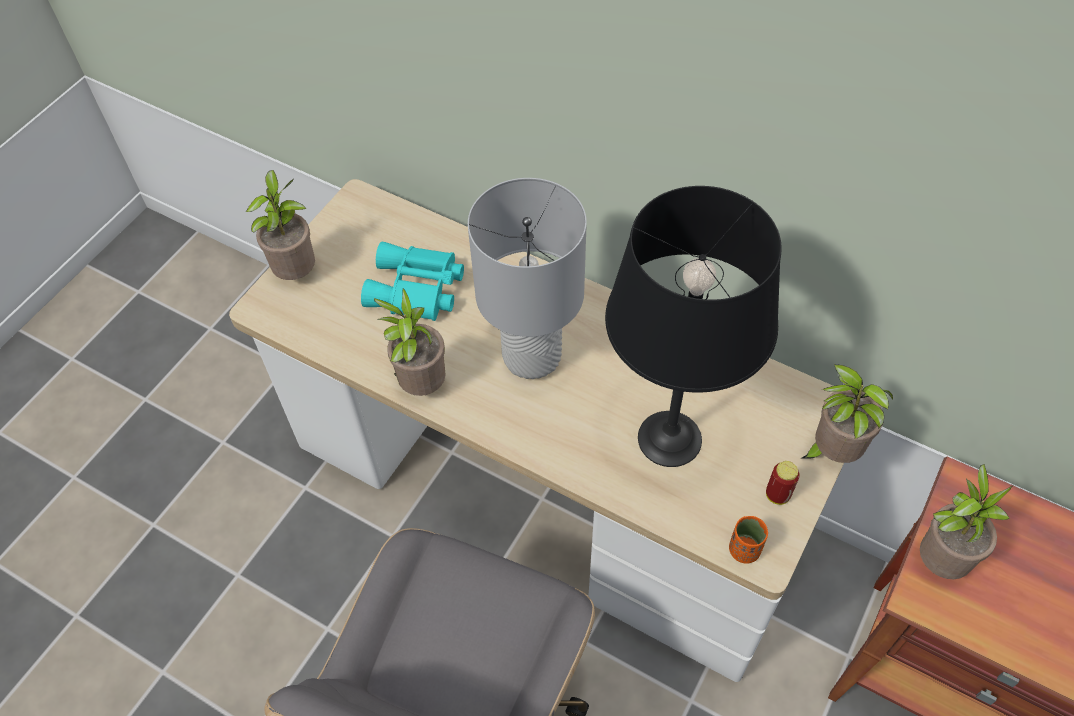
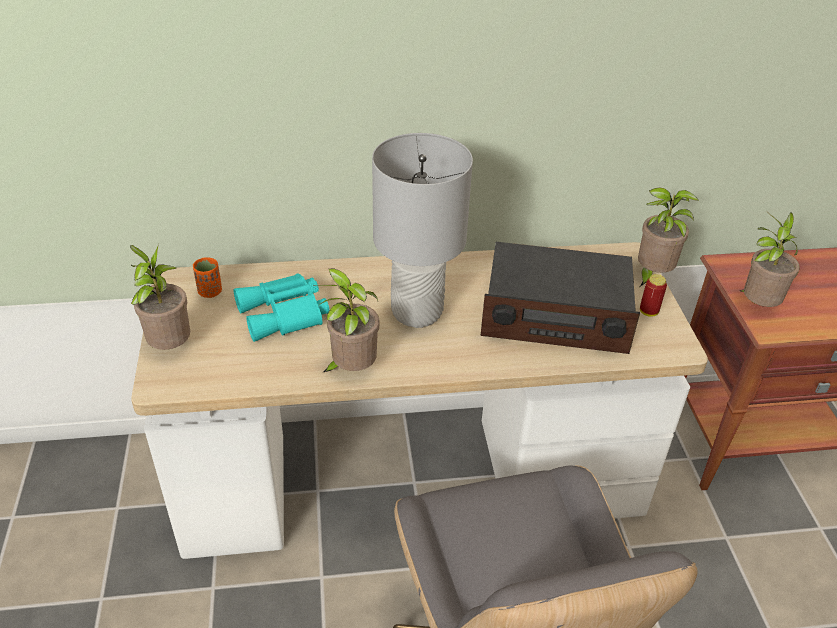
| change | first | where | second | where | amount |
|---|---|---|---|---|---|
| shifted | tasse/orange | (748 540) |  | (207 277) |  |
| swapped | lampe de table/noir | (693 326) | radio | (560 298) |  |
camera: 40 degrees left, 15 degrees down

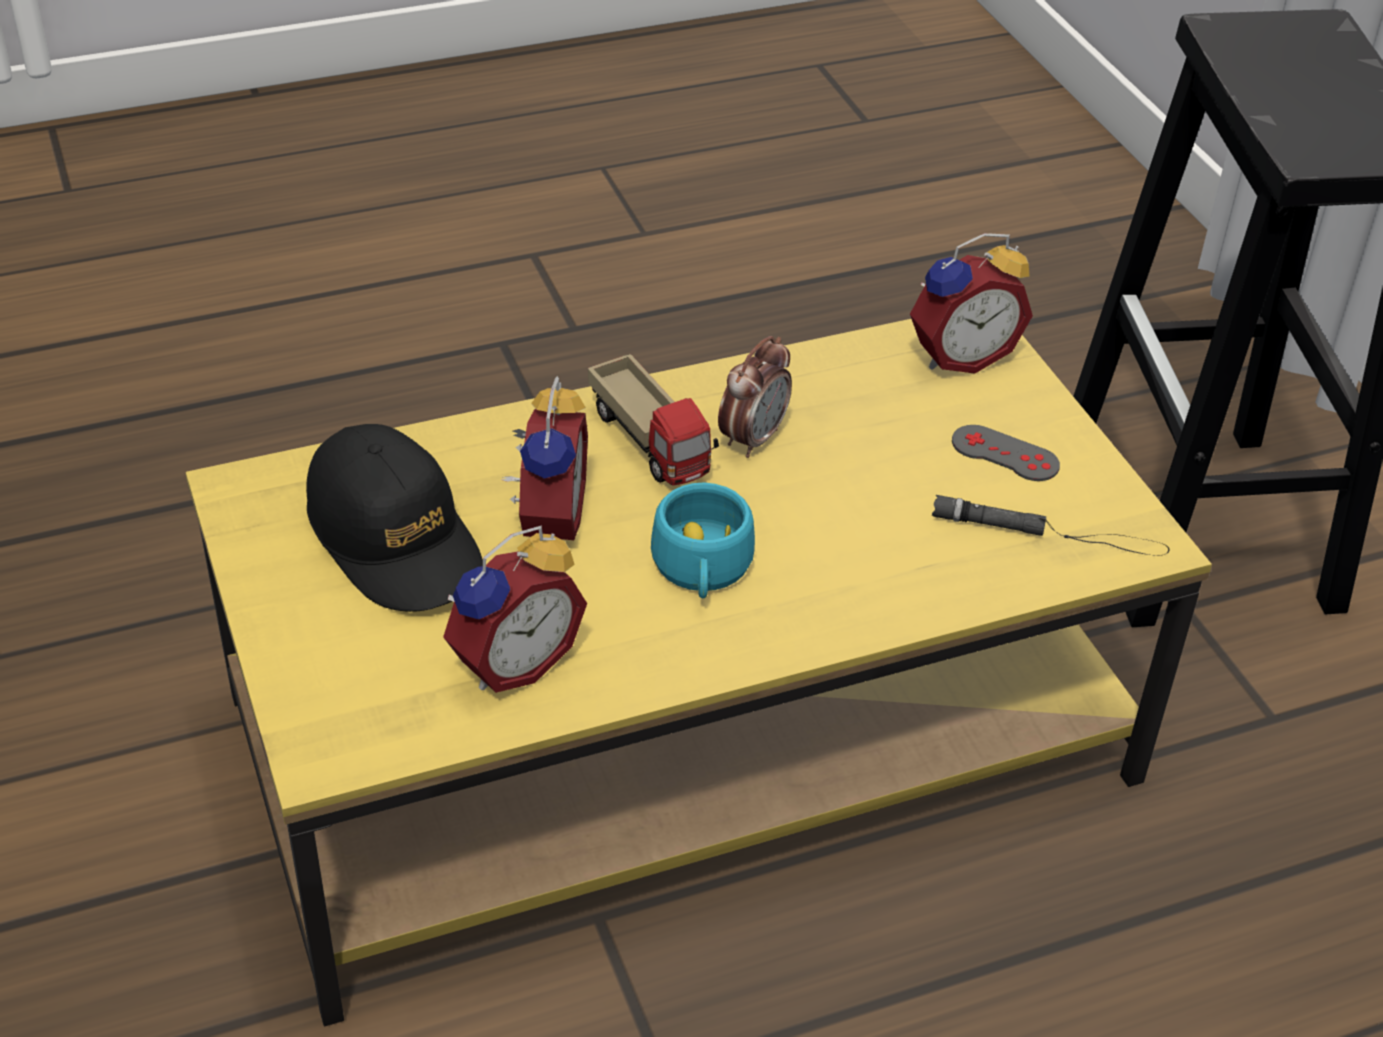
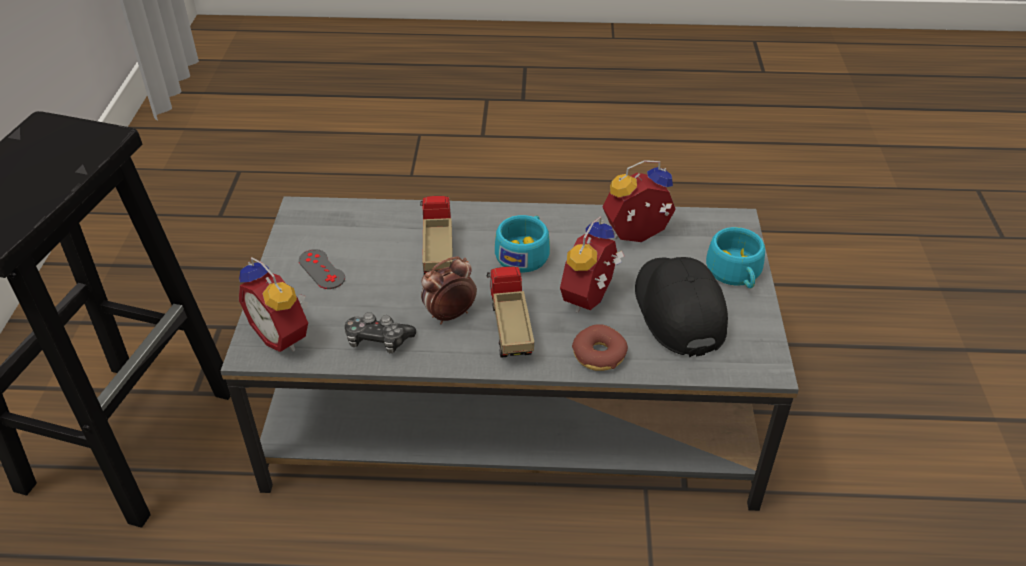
| change | first | where | second | where | amount |
|---|---|---|---|---|---|
| gone | lampe de poche/noir | (1050 525) |  |  |  |
| new |  |  | manette | (380 332) |  |
| new |  |  | camion jouet | (436 235) |  |
| new |  |  | beignet | (600 347) |  |
| new |  |  | tasse/turquoise | (735 258) |  |
| repainted | table basse/jaune | (699 673) | table basse/gris | (509 353) |  |
| rotated | réveil | (971 303) |  | (273 304) | 135 degrees counterclockwise |
camera: 155 degrees left, 0 degrees up

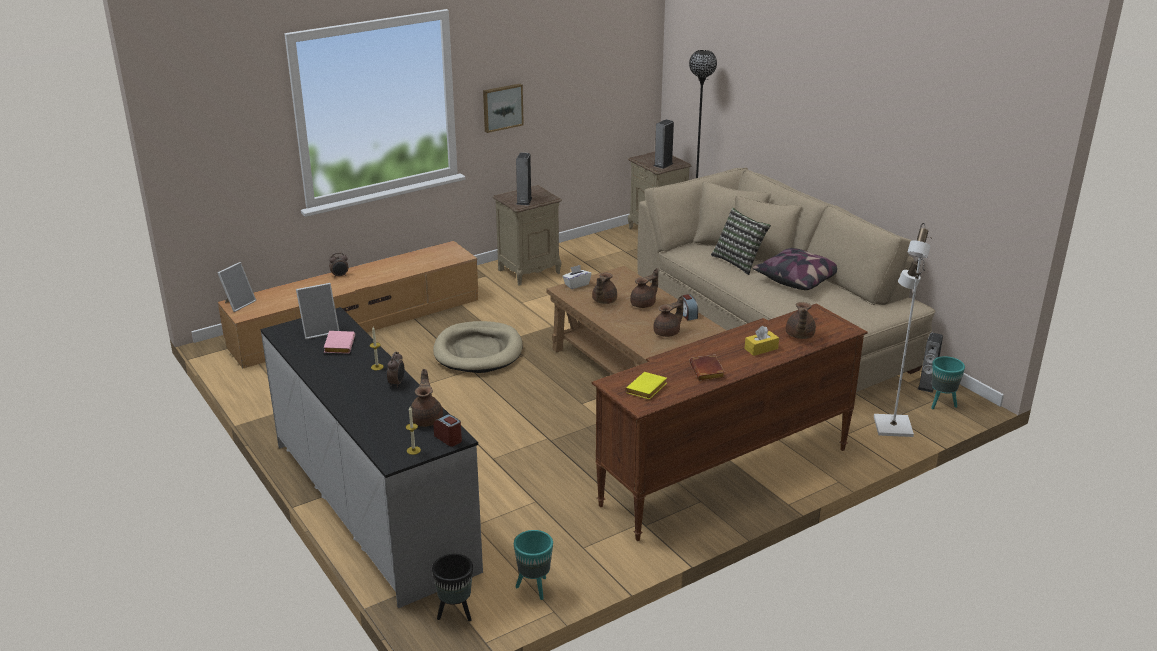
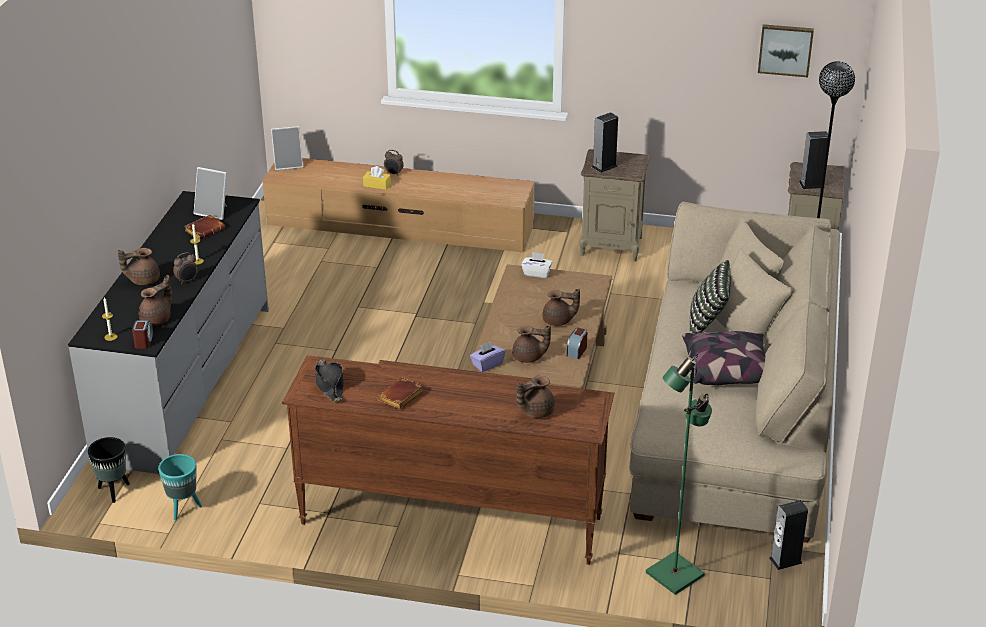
| change | first | where | second | where | amount |
|---|---|---|---|---|---|
| gone | panier pour chien/beige | (478 347) |  |  |  |
| gone | cache-pot/turquoise | (948 382) |  |  |  |
| new |  |  | boîte à mouchoirs/violet | (487 357) |  |
| shifted | tableau | (503 108) |  | (786 50) |  |
| shifted | théière/marron | (604 288) |  | (139 266) |  |
| shifted | boîte à mouchoirs/jaune | (762 341) |  | (377 178) |  |
| swapped | livre/jaune | (646 385) | chapeau/noir | (329 380) |  |
| repainted | livre/rose | (339 342) | livre/marron | (204 227) |  |
| repainted | lampadaire/blanc | (902 330) | lampadaire/vert | (679 474) |  |
camera: 45 degrees right, 5 degrees up

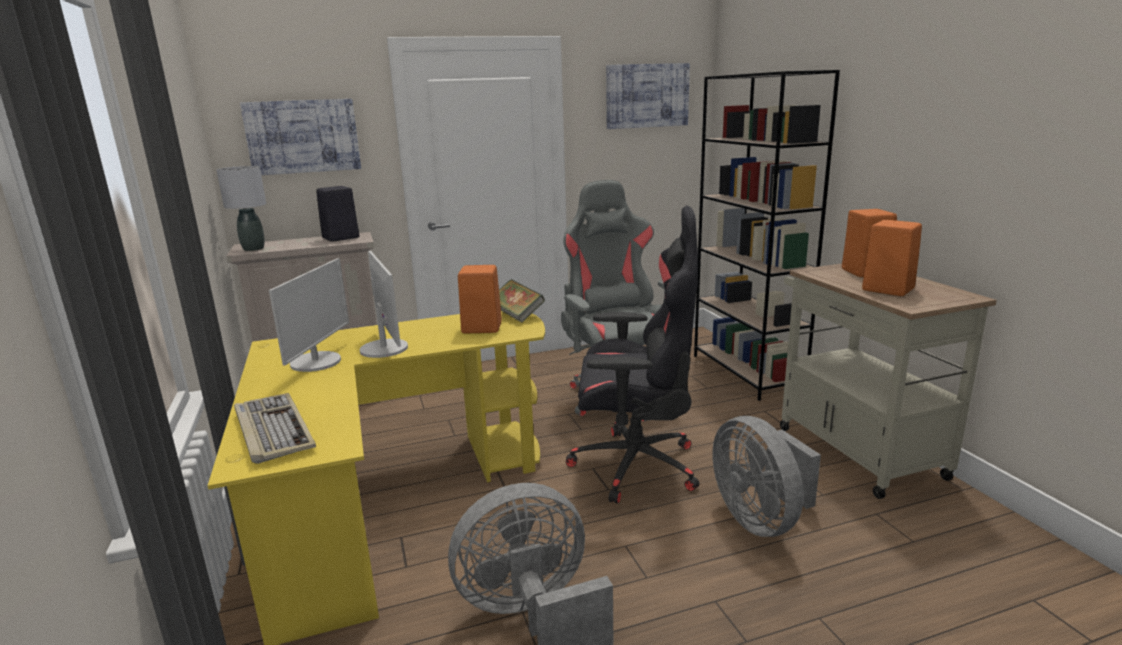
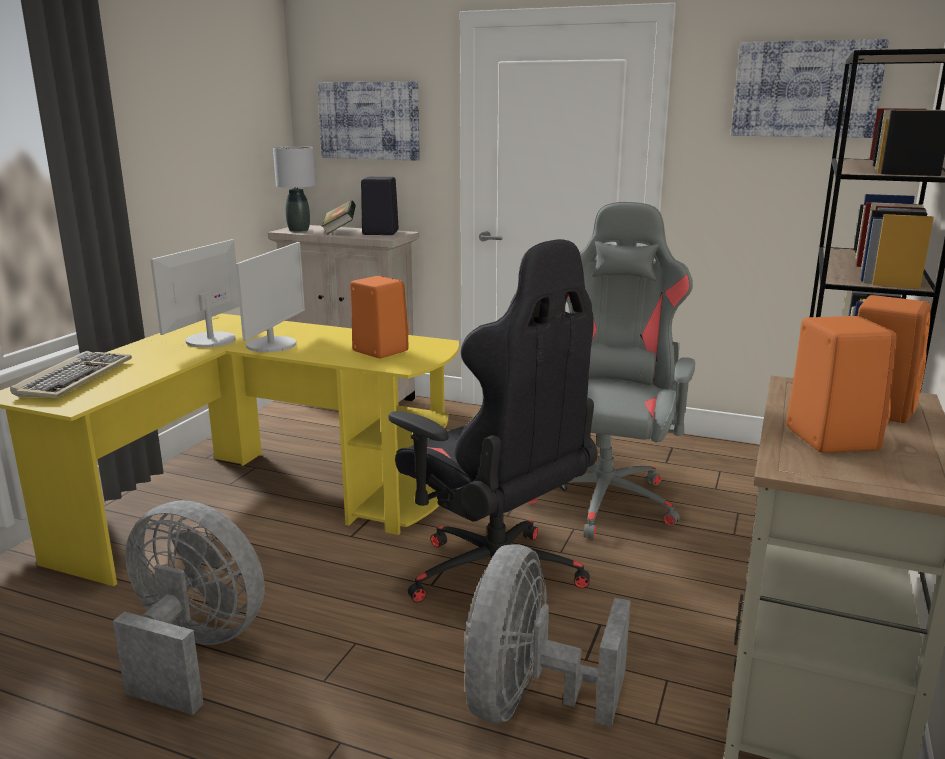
| change | first | where | second | where | amount |
|---|---|---|---|---|---|
| shifted | livre | (522 301) |  | (339 217) |  |
| rotated | écran d'ordinateur | (309 315) |  | (195 293) | 150 degrees clockwise |
camera: 40 degrees right, 0 degrees up

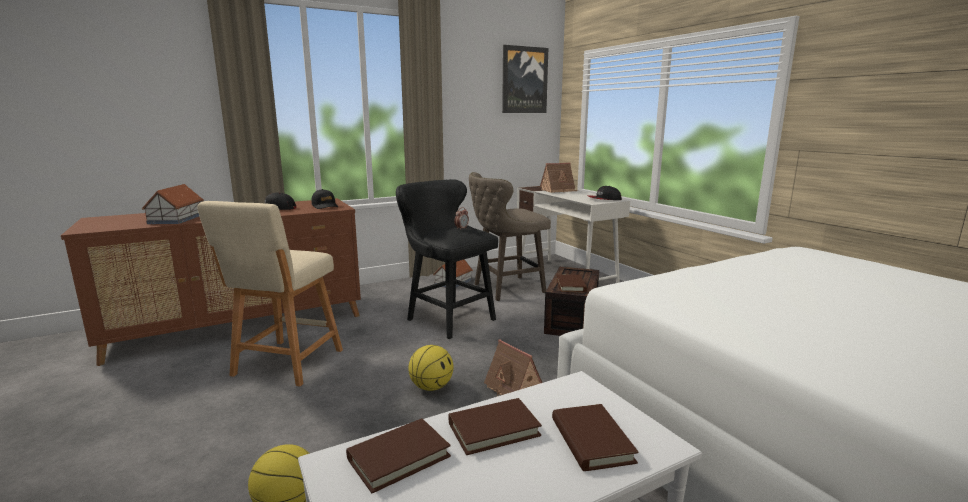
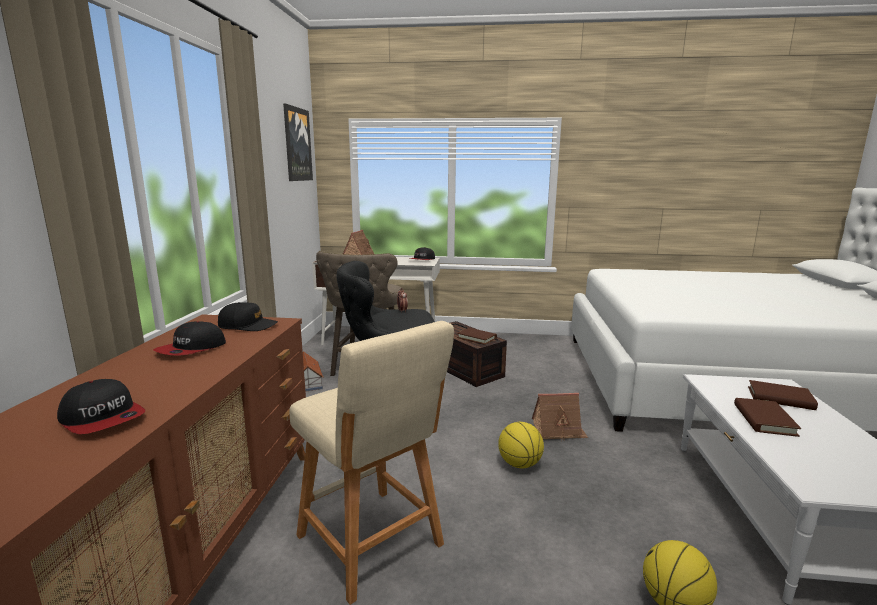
| change | first | where | second | where | amount |
|---|---|---|---|---|---|
| gone | livre/marron | (398 455) |  |  |  |
| swapped | maison miniature | (173 204) | casquette | (101 406) |  |
camera: 55 degrees left, 0 degrees up

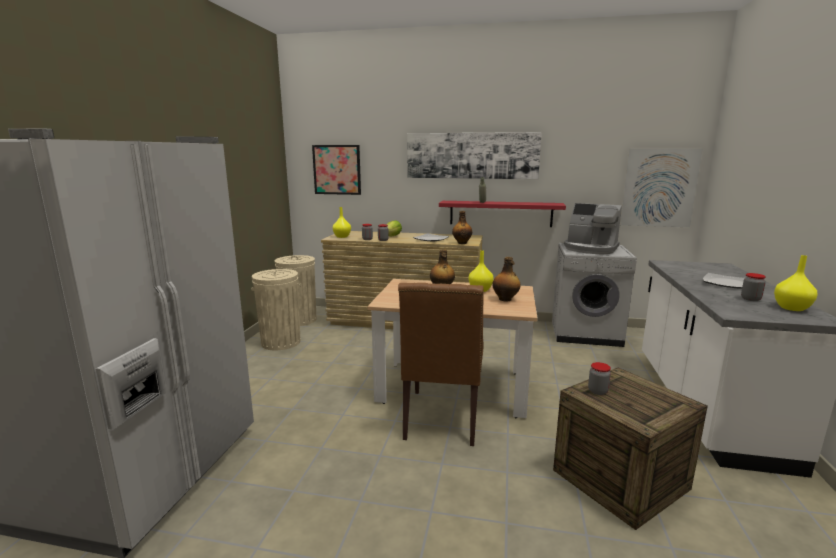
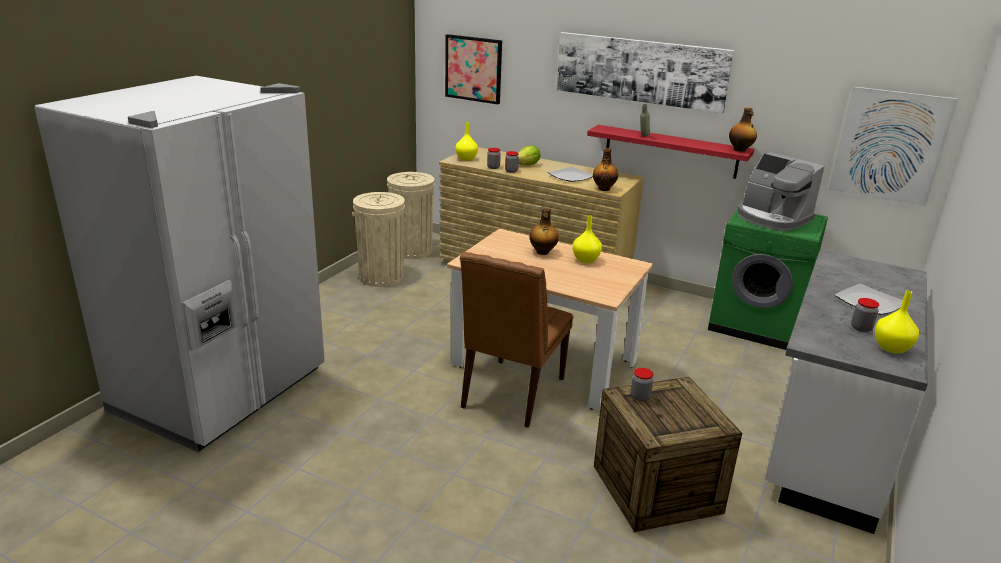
| change | first | where | second | where | amount |
|---|---|---|---|---|---|
| shifted | bouteille | (506 279) |  | (743 129) |  |
| repainted | lave-linge/blanc | (594 295) | lave-linge/vert | (768 275) |  |
camera: 15 degrees right, 10 degrees up

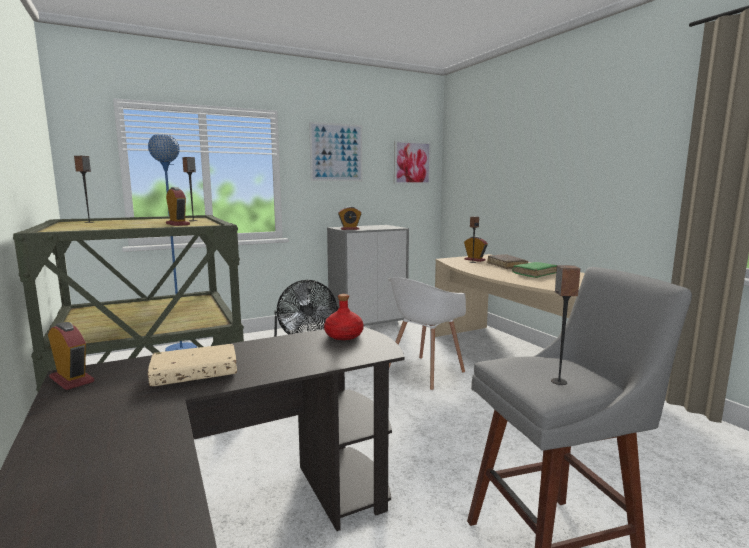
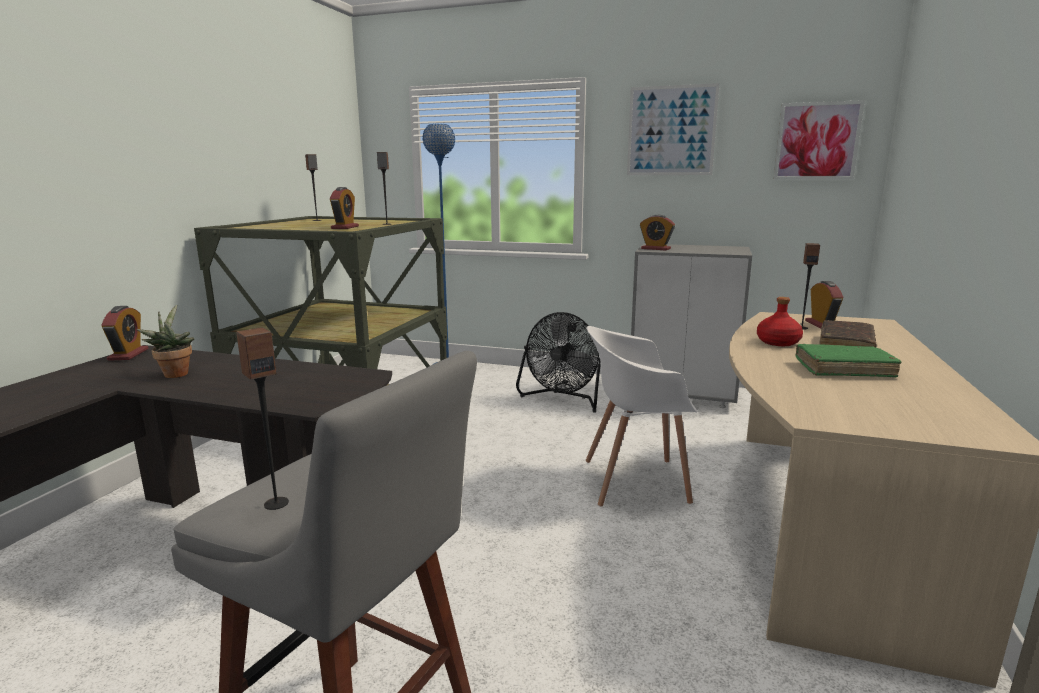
| change | first | where | second | where | amount |
|---|---|---|---|---|---|
| shifted | bouteille/rouge | (344 317) |  | (780 321) |  |
| swapped | livre/beige | (192 365) | plante en pot | (165 341) |  |
camera: 45 degrees right, 5 degrees up

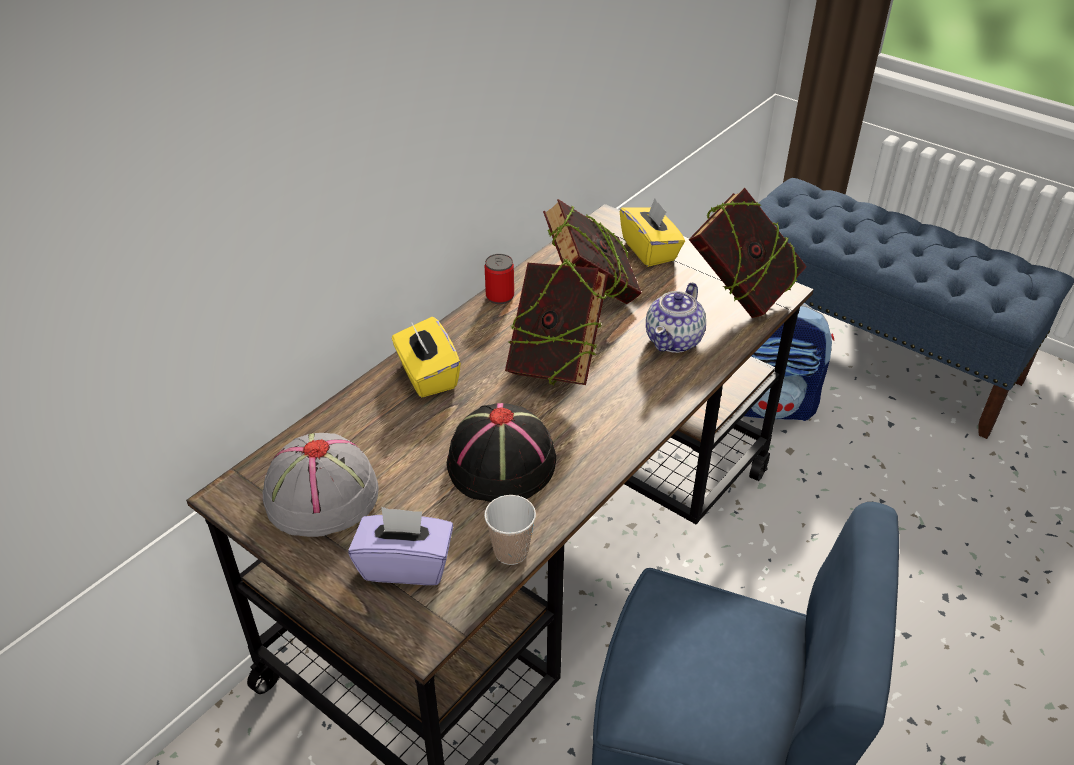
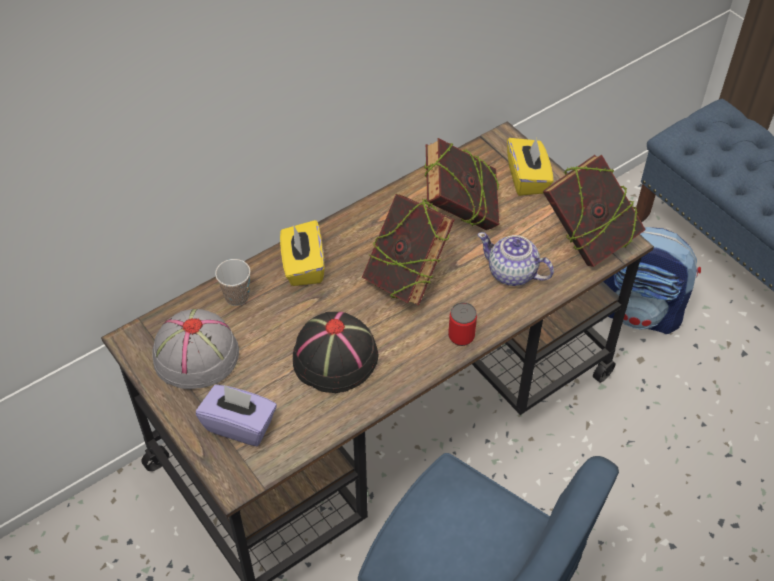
| change | first | where | second | where | amount |
|---|---|---|---|---|---|
| shifted | boîte métallique | (499 279) |  | (462 324) |  |
| shifted | tasse | (510 530) |  | (232 282) |  |
| rotated | théière | (676 318) |  | (515 259) | 75 degrees clockwise |
camera: 15 degrees right, 10 degrees up

